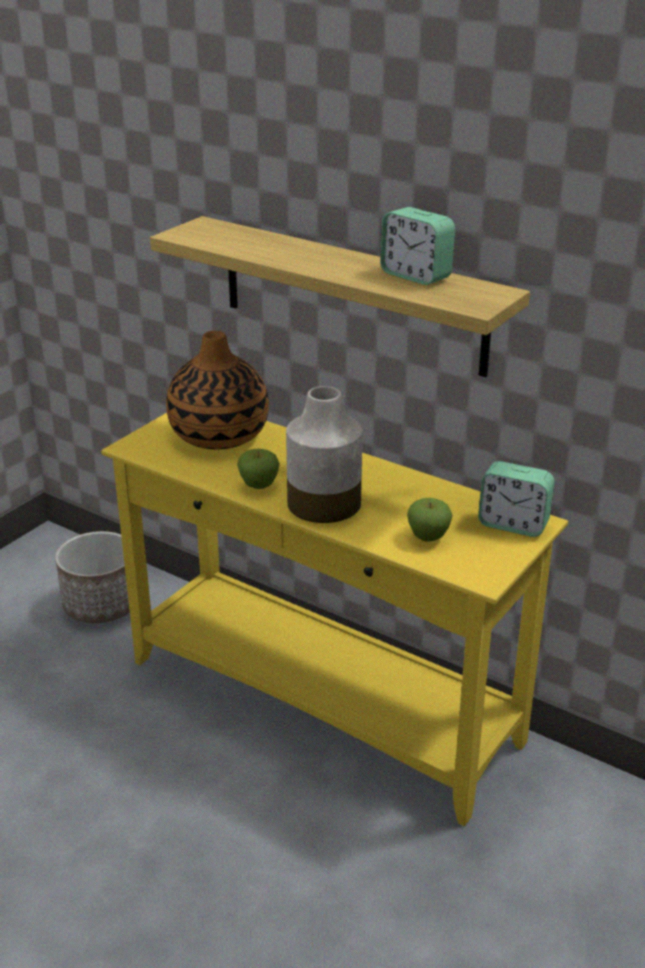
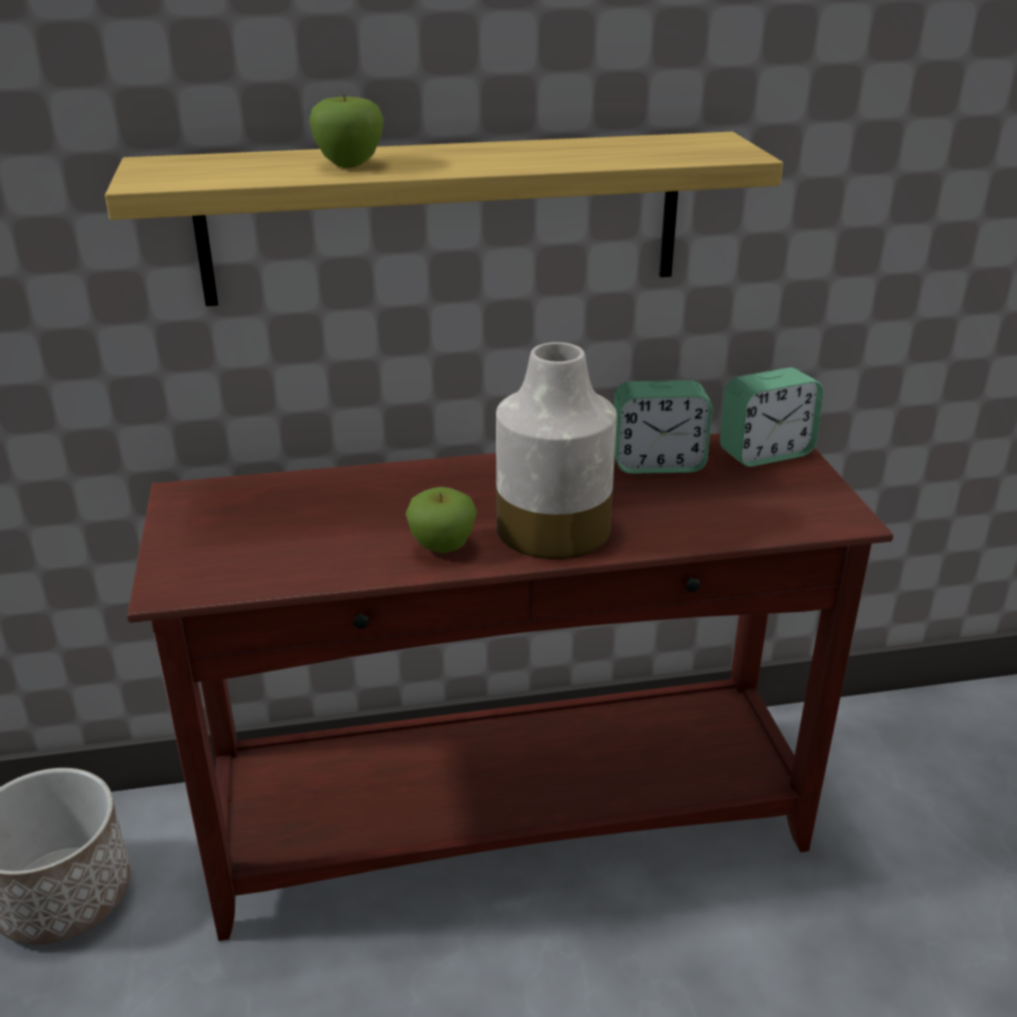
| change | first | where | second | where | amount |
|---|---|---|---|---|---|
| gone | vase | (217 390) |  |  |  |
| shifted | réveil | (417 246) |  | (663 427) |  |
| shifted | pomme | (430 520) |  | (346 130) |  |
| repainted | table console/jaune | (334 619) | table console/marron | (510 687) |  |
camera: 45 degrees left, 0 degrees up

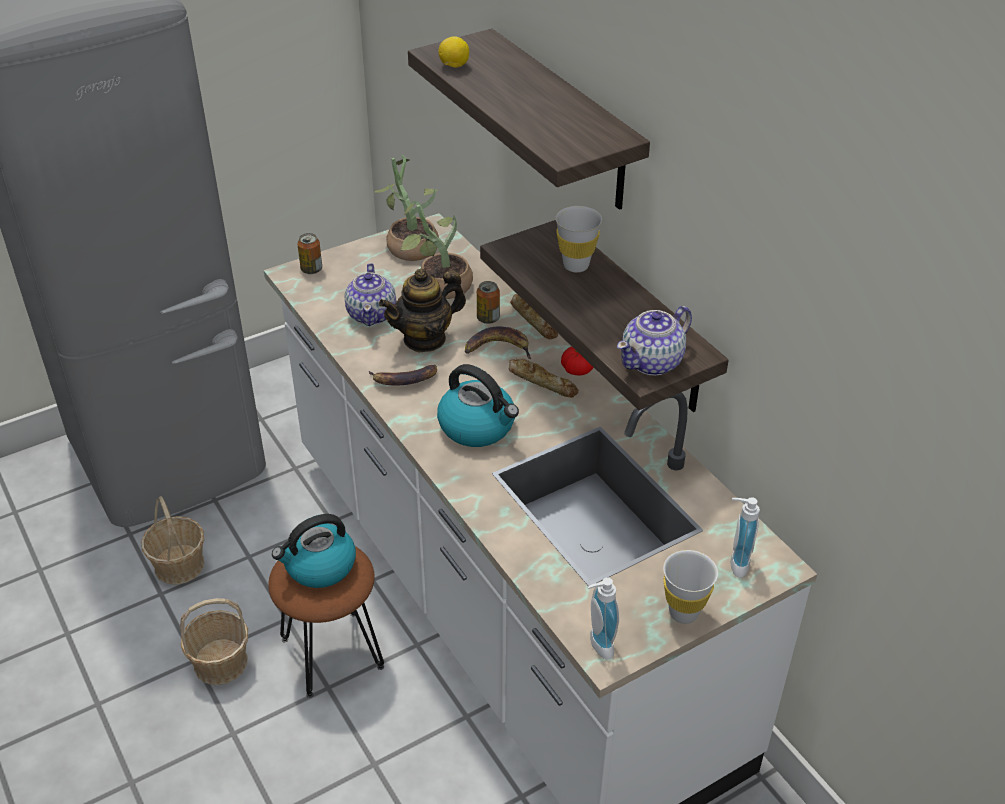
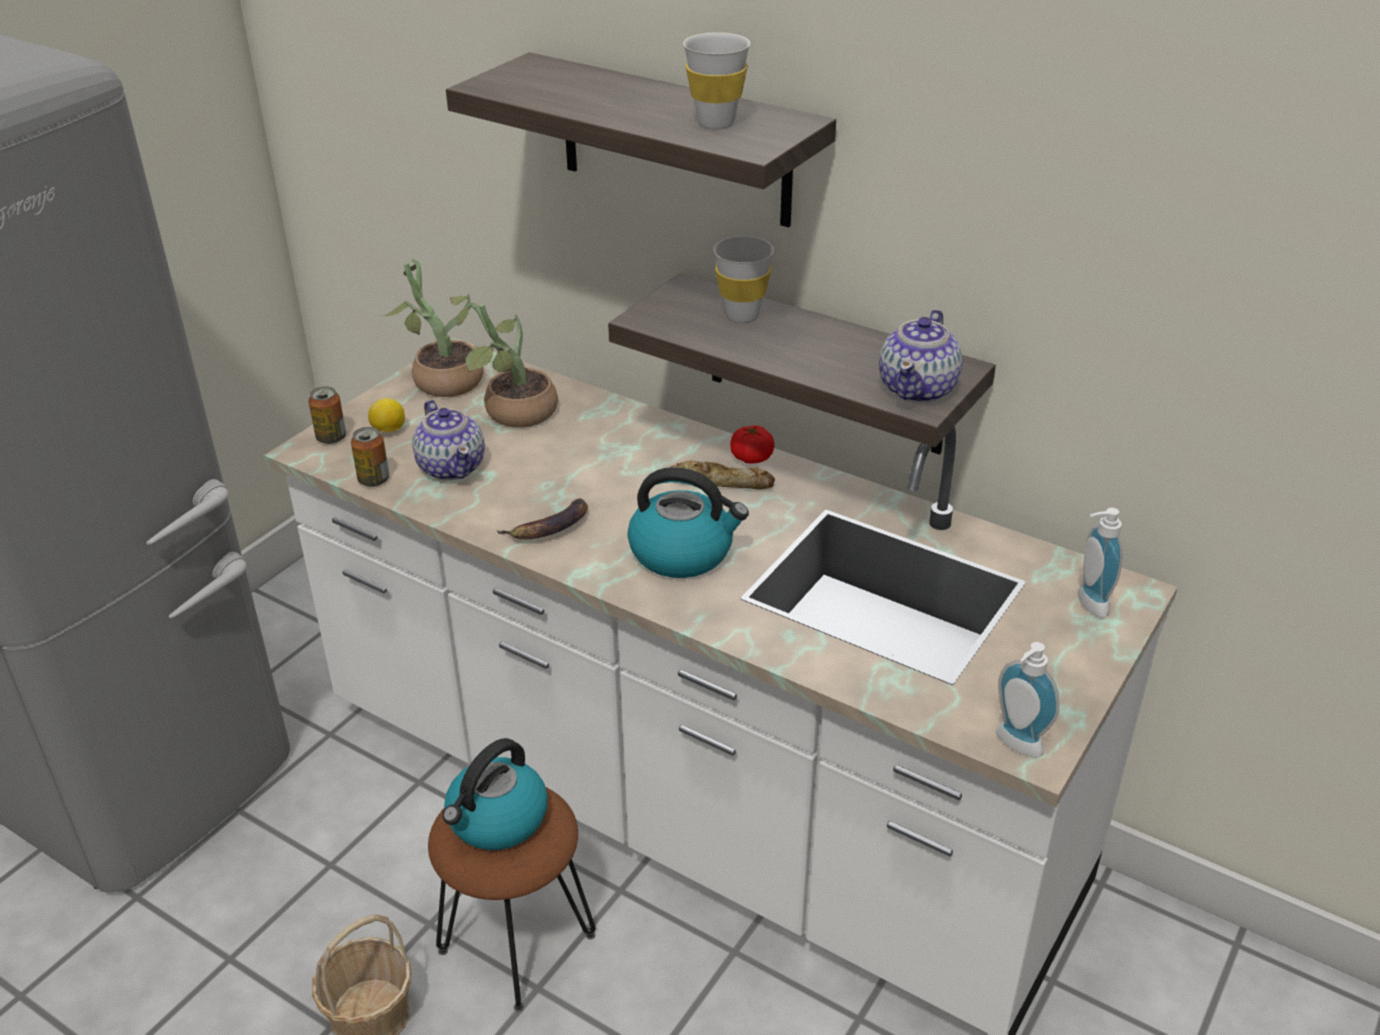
| change | first | where | second | where | amount |
|---|---|---|---|---|---|
| gone | panier | (172 540) |  |  |  |
| gone | théière | (422 310) |  |  |  |
| gone | banane | (498 343) |  |  |  |
| gone | pain | (534 316) |  |  |  |
| shifted | citron | (454 51) |  | (386 415) |  |
| shifted | boîte métallique | (488 302) |  | (370 457) |  |
| shifted | tasse/blanc | (690 587) |  | (716 80) |  |
camera: 25 degrees left, 5 degrees down

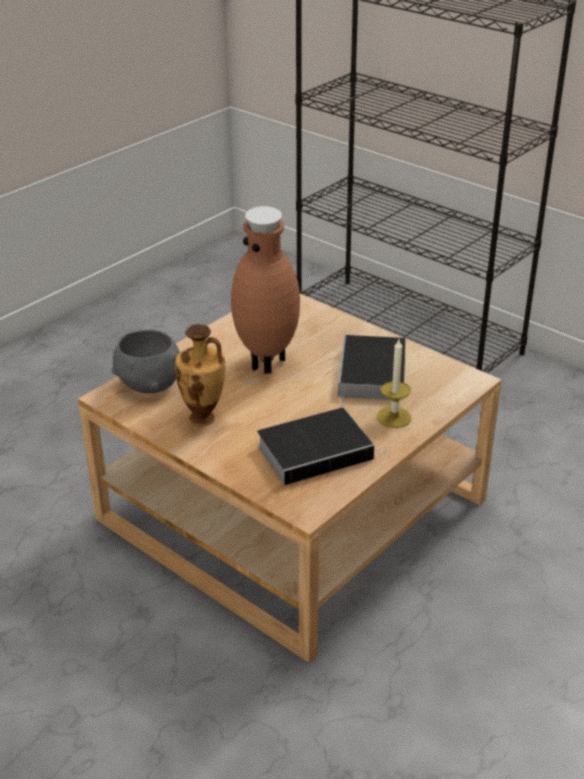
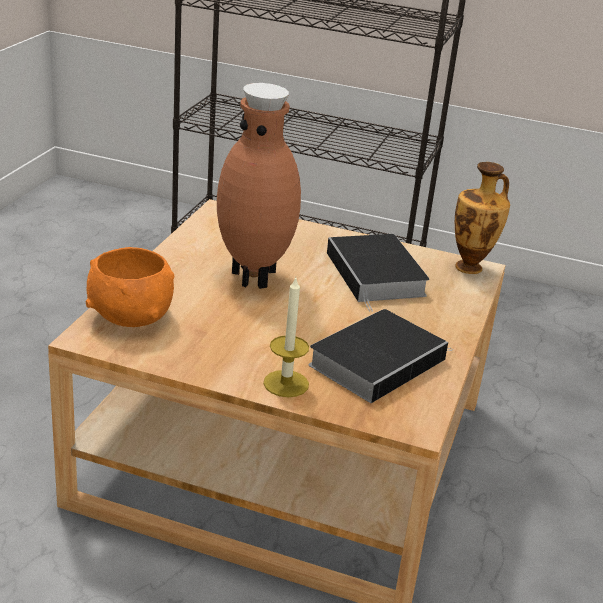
| change | first | where | second | where | amount |
|---|---|---|---|---|---|
| shifted | vase | (200 375) |  | (482 218) |  |
| shifted | bougie | (394 383) |  | (286 337) |  |
| repainted | bol/gris | (145 361) | bol/orange | (130 287) |  |
camera: 25 degrees left, 5 degrees down

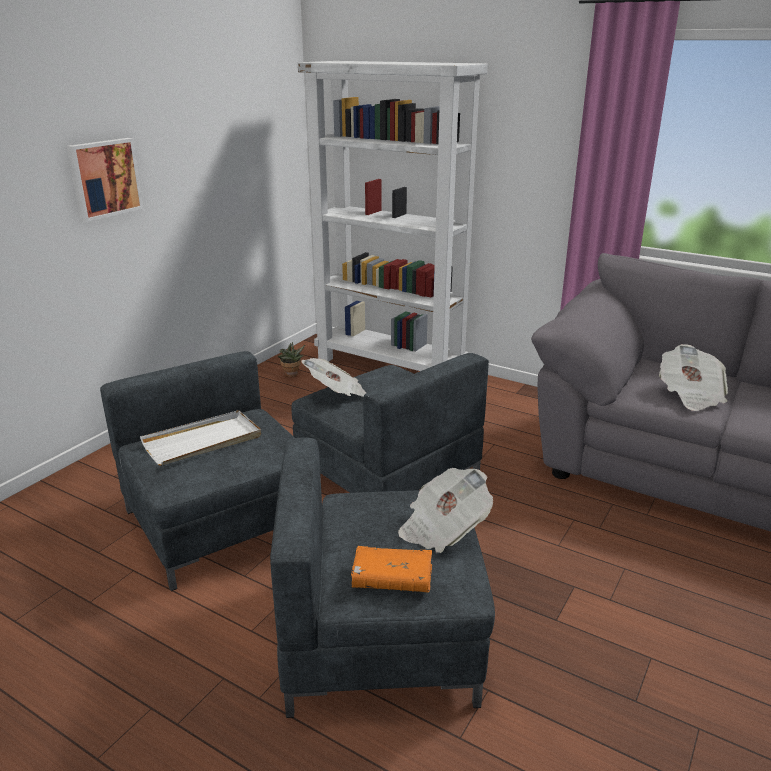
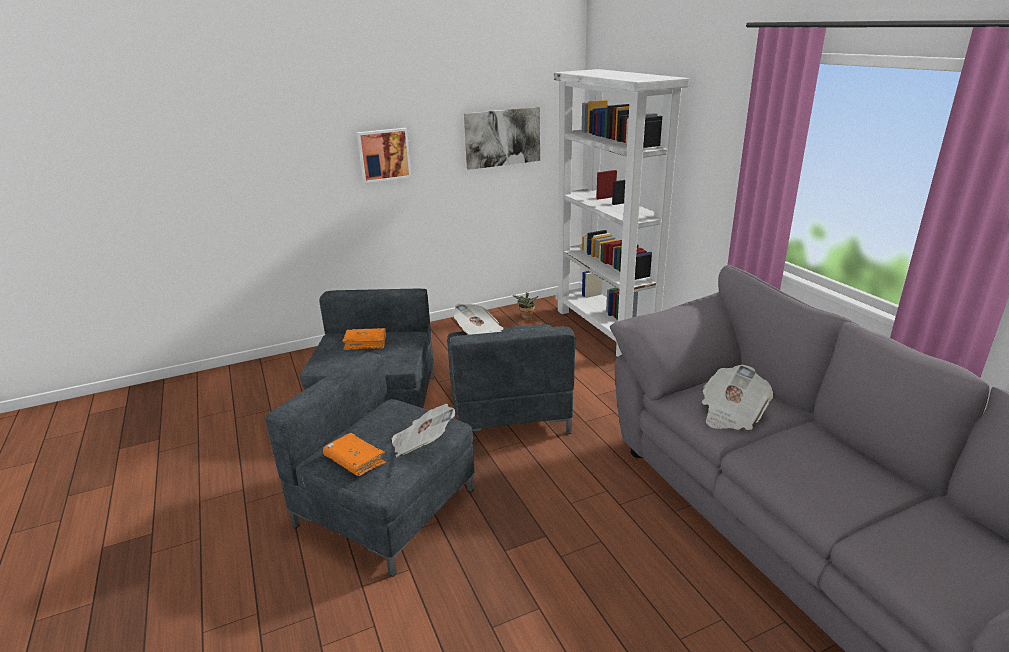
| change | first | where | second | where | amount |
|---|---|---|---|---|---|
| new |  |  | tableau | (502 138) |  |
| swapped | plateau/blanc | (200 438) | livre/orange | (364 339) |  |
camera: 35 degrees right, 0 degrees up

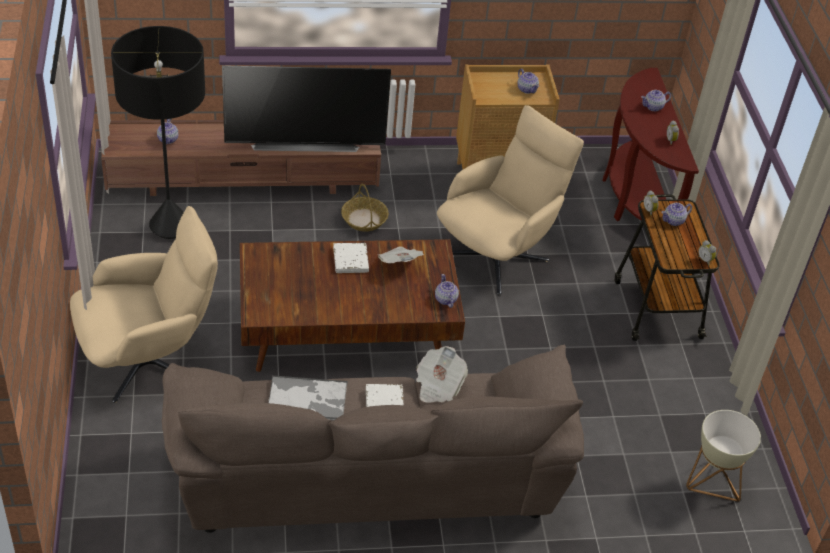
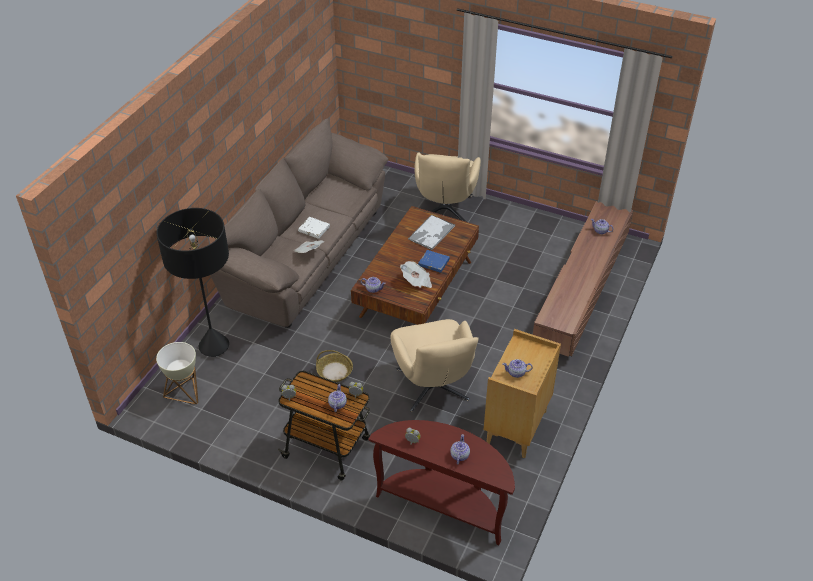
| change | first | where | second | where | amount |
|---|---|---|---|---|---|
| gone | téléviseur | (306 108) |  |  |  |
| shifted | lampadaire/noir | (158 132) |  | (193 282) |  |
| shifted | plateau | (308 398) |  | (431 232) |  |
| shifted | panier | (365 207) |  | (334 366) |  |
| repainted | livre/blanc | (351 258) | livre/bleu | (434 261) |  |
camera: 125 degrees right, 0 degrees up

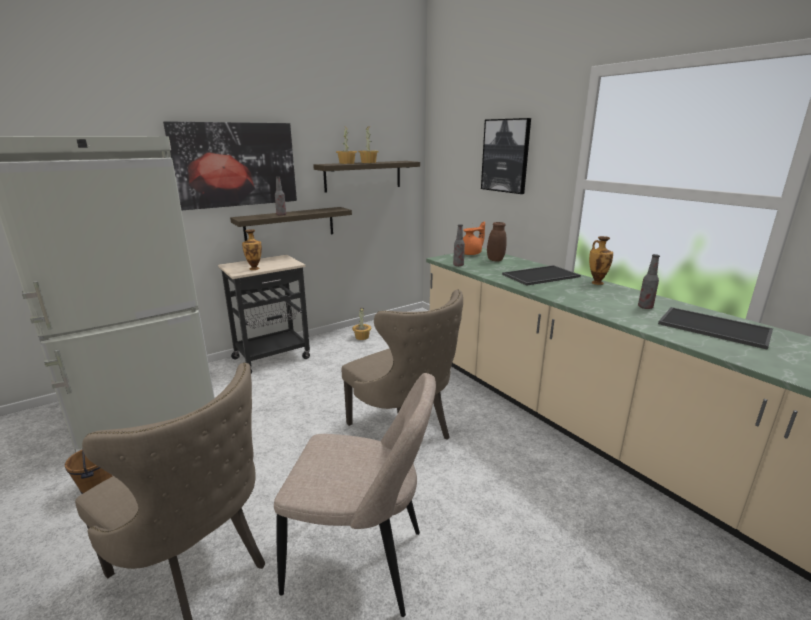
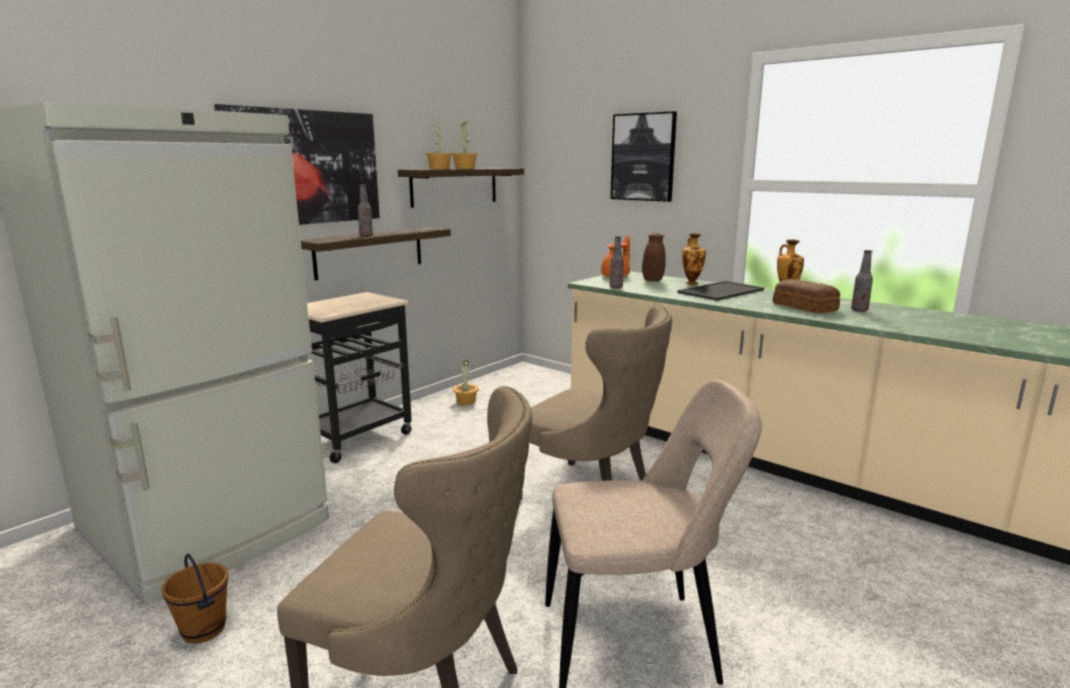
| change | first | where | second | where | amount |
|---|---|---|---|---|---|
| gone | plateau | (715 328) |  |  |  |
| new |  |  | pain | (806 296) |  |
| shifted | vase | (252 249) |  | (694 259) |  |
camera: 15 degrees left, 5 degrees down

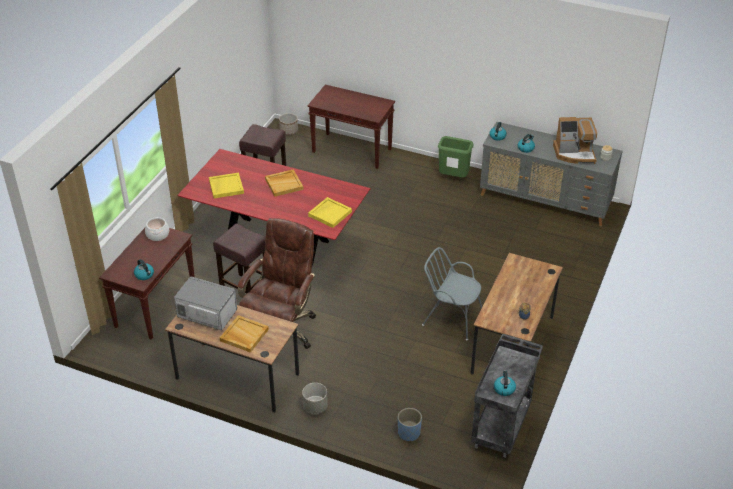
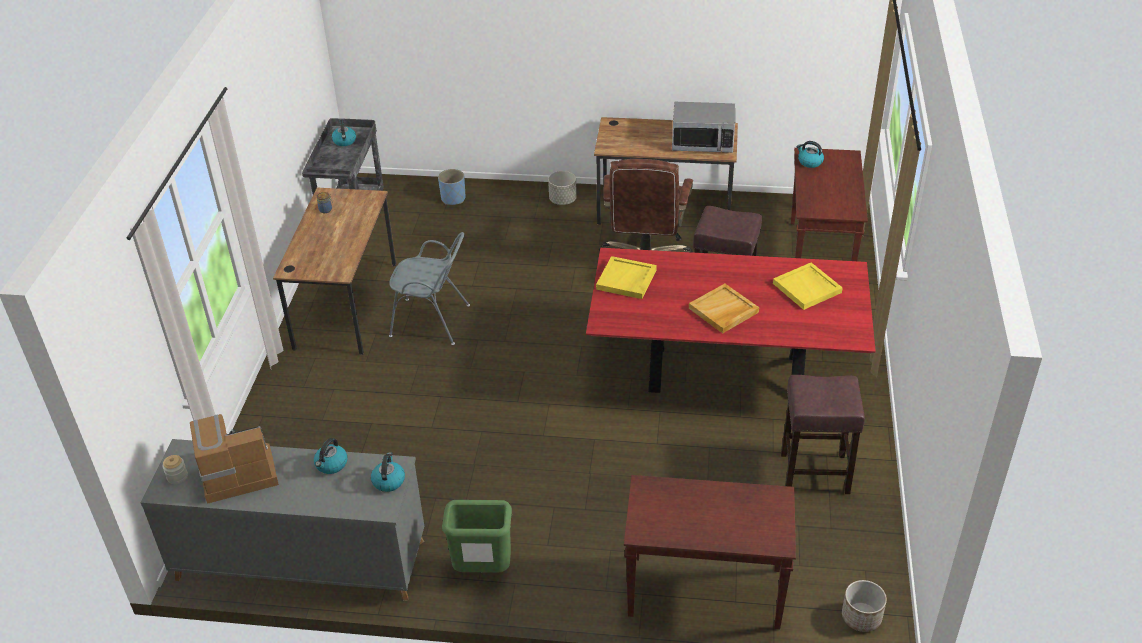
| change | first | where | second | where | amount |
|---|---|---|---|---|---|
| gone | marmite | (157 229) |  |  |  |
| gone | plateau/beige | (244 334) |  |  |  |
camera: 165 degrees right, 0 degrees up

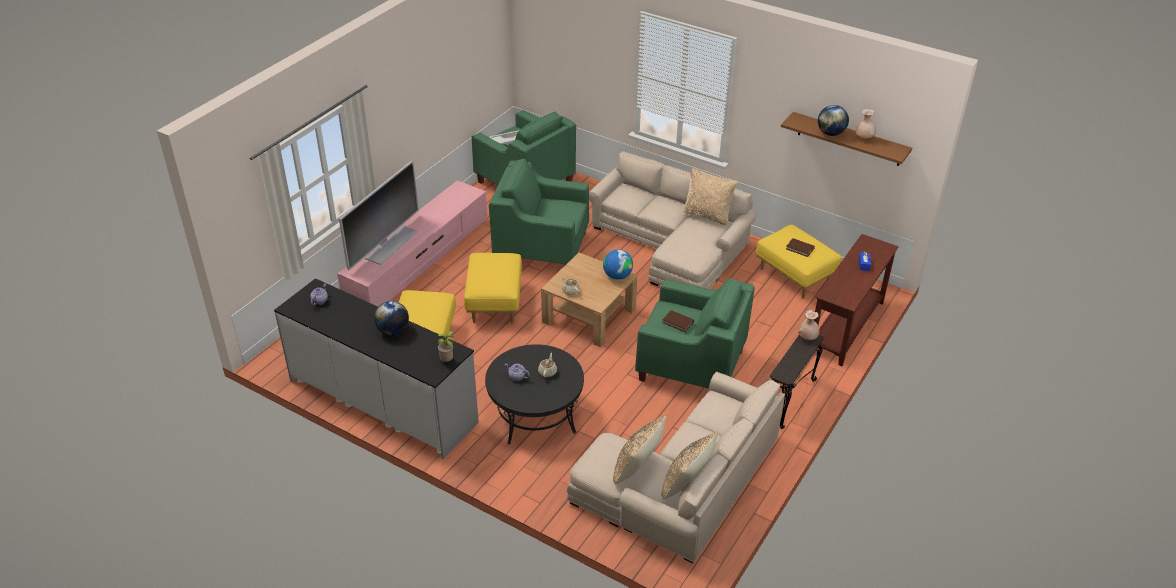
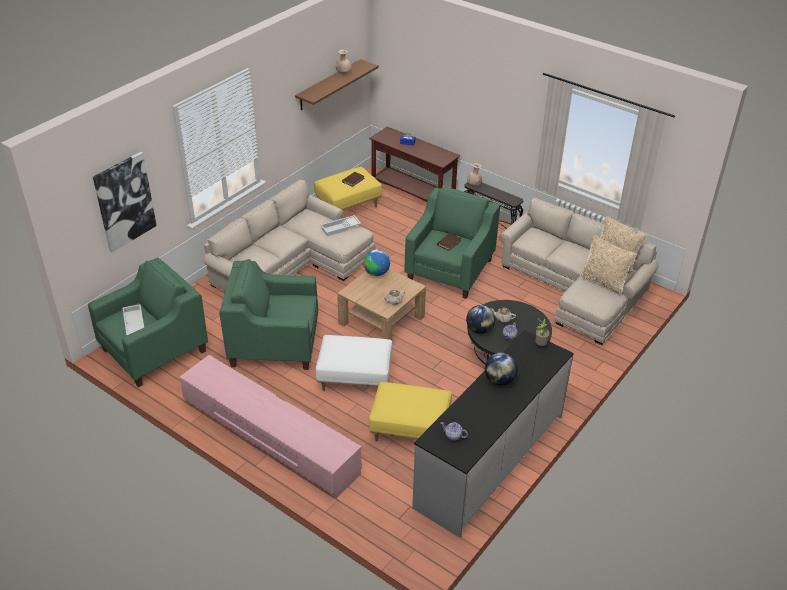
| change | first | where | second | where | amount |
|---|---|---|---|---|---|
| gone | téléviseur | (379 215) |  |  |  |
| gone | coussin/beige | (710 196) |  |  |  |
| new |  |  | tableau | (125 202) |  |
| new |  |  | plateau/blanc | (341 225) |  |
| shifted | globe | (833 120) |  | (480 319) |  |
| repainted | pouf/jaune | (493 288) | pouf/blanc | (354 363) |  |
| rotated | fauteuil/vert | (539 211) |  | (268 314) | 75 degrees clockwise |
camera: 85 degrees left, 0 degrees up

